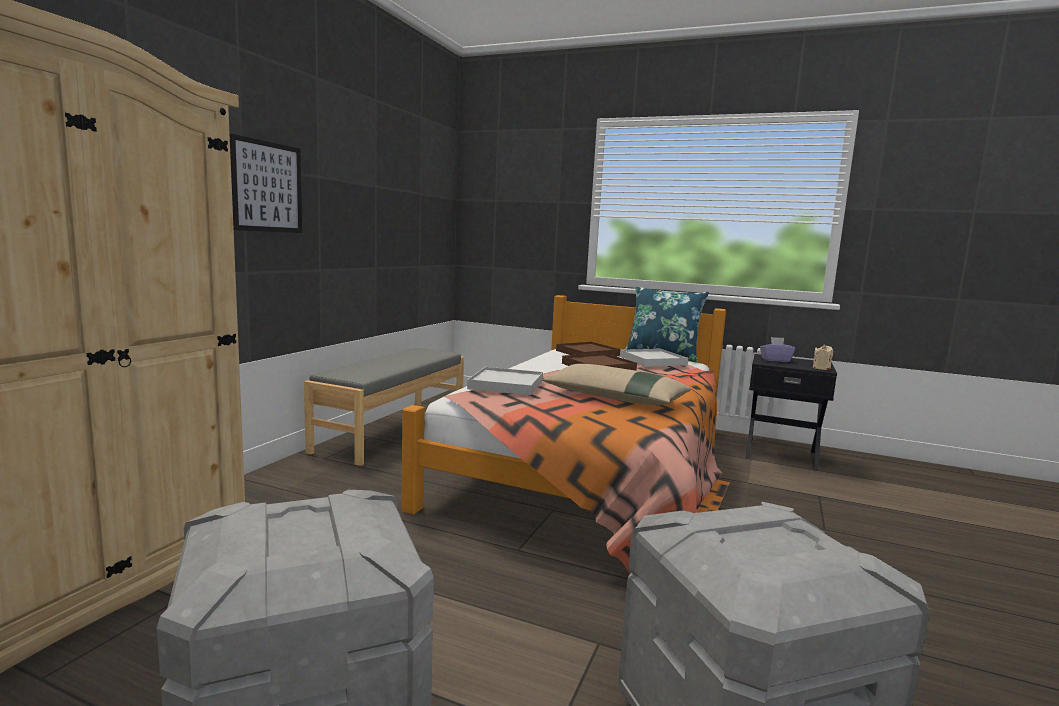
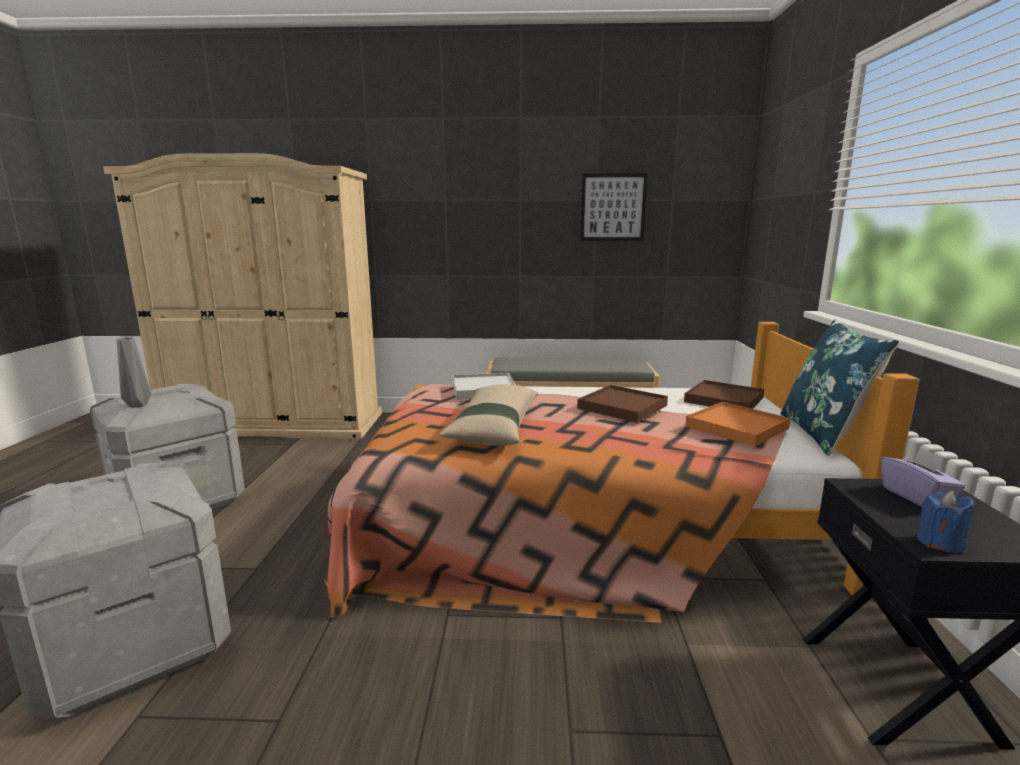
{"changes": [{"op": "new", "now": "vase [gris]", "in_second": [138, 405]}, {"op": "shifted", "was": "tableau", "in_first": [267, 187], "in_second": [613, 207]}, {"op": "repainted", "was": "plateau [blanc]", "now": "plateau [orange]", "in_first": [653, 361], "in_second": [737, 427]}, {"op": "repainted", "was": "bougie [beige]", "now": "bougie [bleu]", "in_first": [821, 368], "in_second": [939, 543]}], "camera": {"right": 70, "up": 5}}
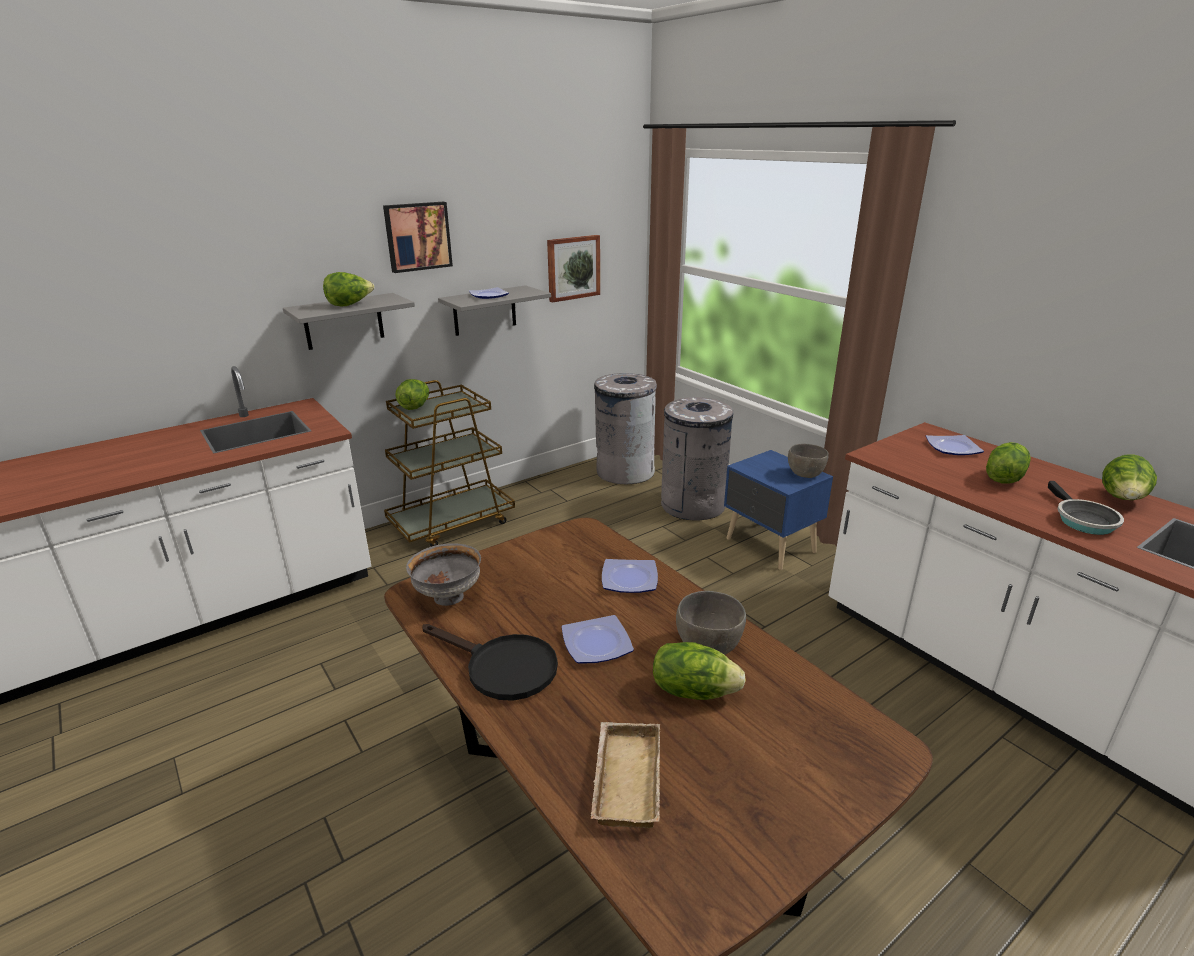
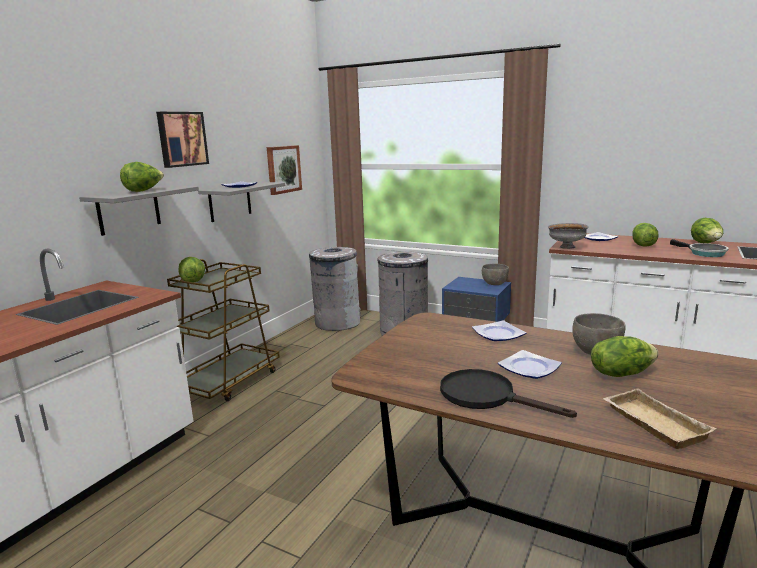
{"changes": [{"op": "shifted", "was": "bol [gris]", "in_first": [447, 597], "in_second": [566, 247]}, {"op": "rotated", "was": "poêle [noir]", "in_first": [501, 667], "in_second": [487, 396], "clockwise": -150}], "camera": {"right": -25, "up": -10}}
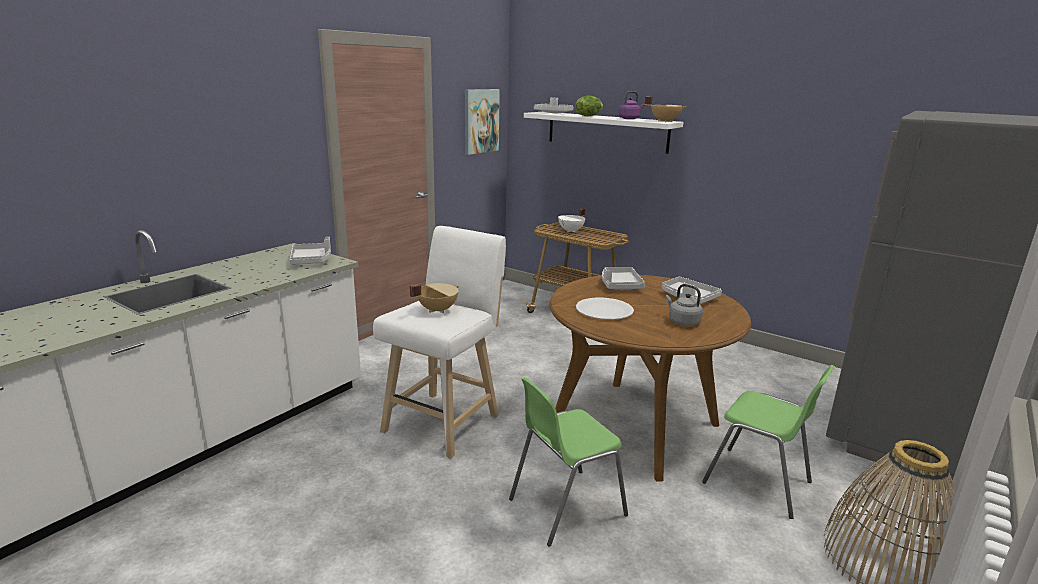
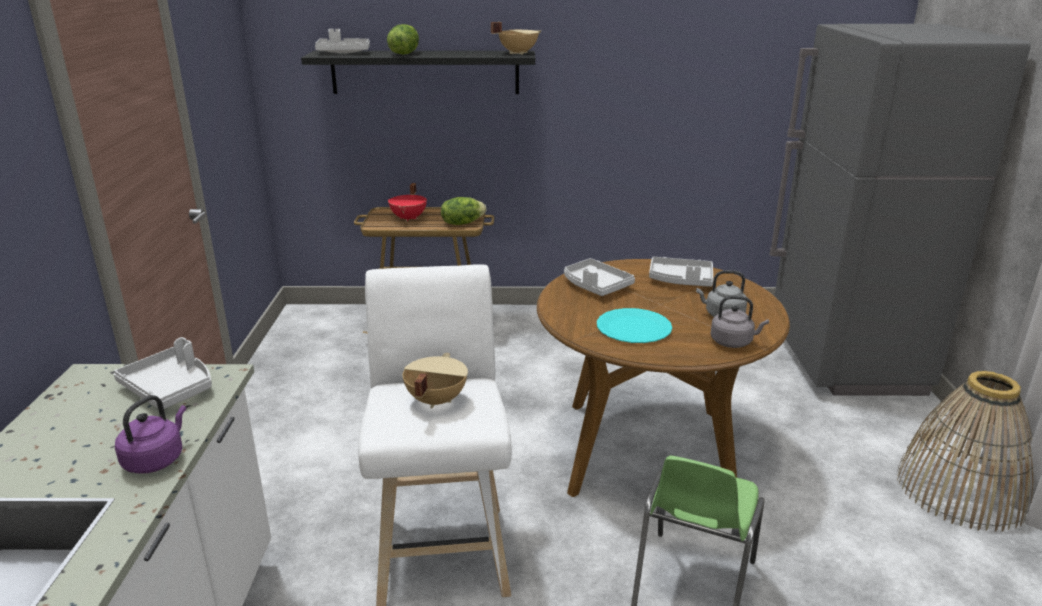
{"changes": [{"op": "gone", "was": "tableau", "in_first": [480, 121]}, {"op": "gone", "was": "chaise [vert]", "in_first": [758, 483]}, {"op": "new", "now": "laitue", "in_second": [462, 223]}, {"op": "new", "now": "bouilloire [gris]", "in_second": [733, 342]}, {"op": "shifted", "was": "bouilloire [violet]", "in_first": [630, 118], "in_second": [156, 459]}, {"op": "repainted", "was": "étagère [blanc]", "now": "étagère [noir]", "in_first": [606, 131], "in_second": [425, 72]}, {"op": "repainted", "was": "marmite [blanc]", "now": "marmite [rouge]", "in_first": [571, 231], "in_second": [409, 218]}, {"op": "repainted", "was": "assiette [blanc]", "now": "assiette [turquoise]", "in_first": [604, 310], "in_second": [633, 328]}], "camera": {"right": -35, "up": 5}}
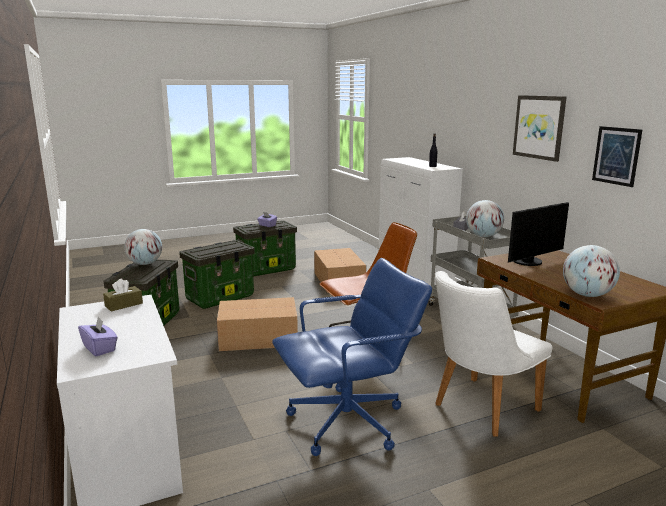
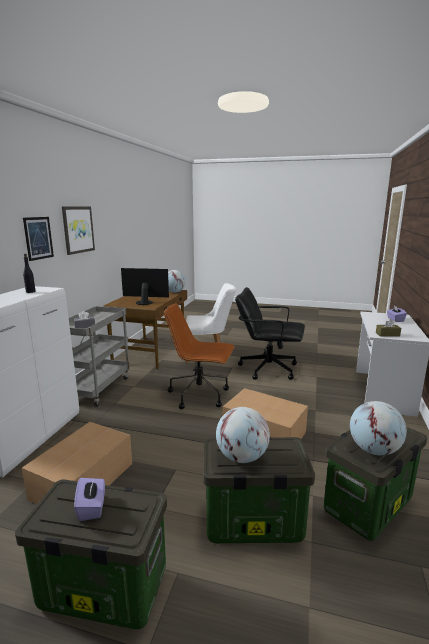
{"changes": [{"op": "shifted", "was": "globe", "in_first": [483, 236], "in_second": [242, 457]}, {"op": "shifted", "was": "tableau", "in_first": [616, 156], "in_second": [38, 238]}, {"op": "repainted", "was": "chaise de bureau [bleu]", "now": "chaise de bureau [noir]", "in_first": [348, 422], "in_second": [267, 368]}], "camera": {"right": -140, "up": 0}}
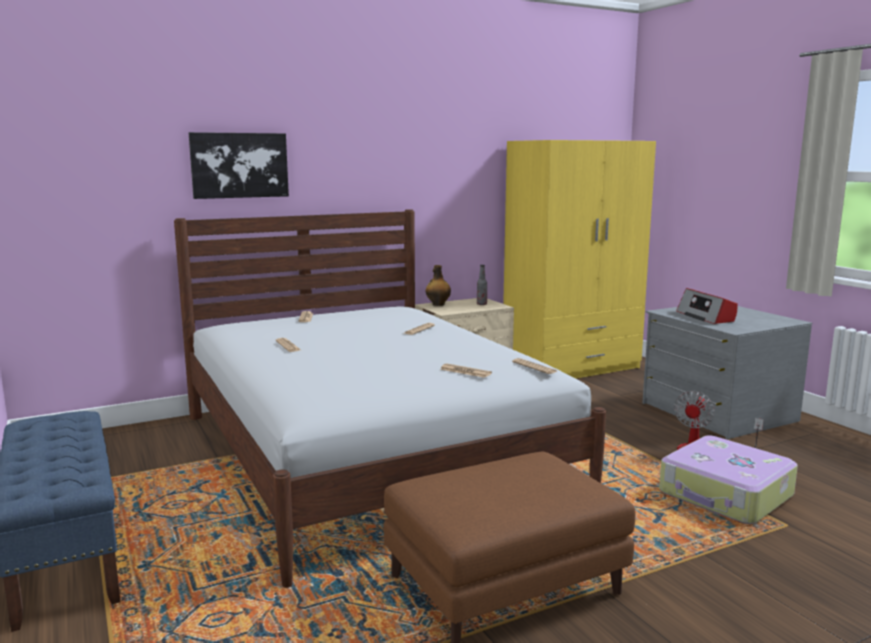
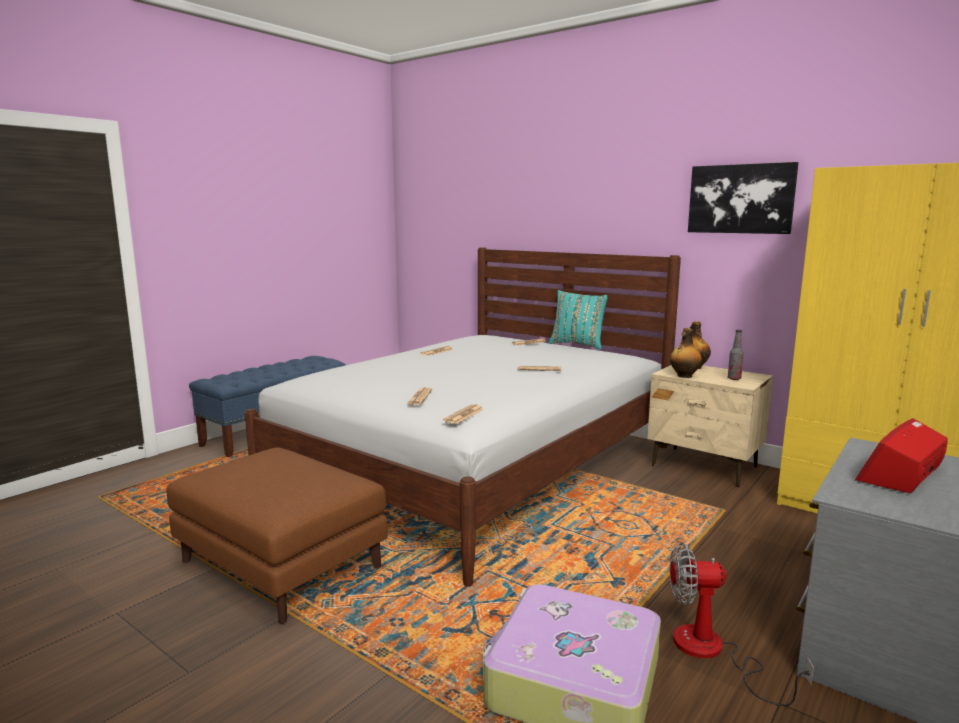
{"changes": [{"op": "new", "now": "coussin [turquoise]", "in_second": [578, 345]}, {"op": "new", "now": "bouteille", "in_second": [684, 376]}, {"op": "shifted", "was": "tableau", "in_first": [239, 165], "in_second": [741, 199]}], "camera": {"right": 65, "up": 0}}
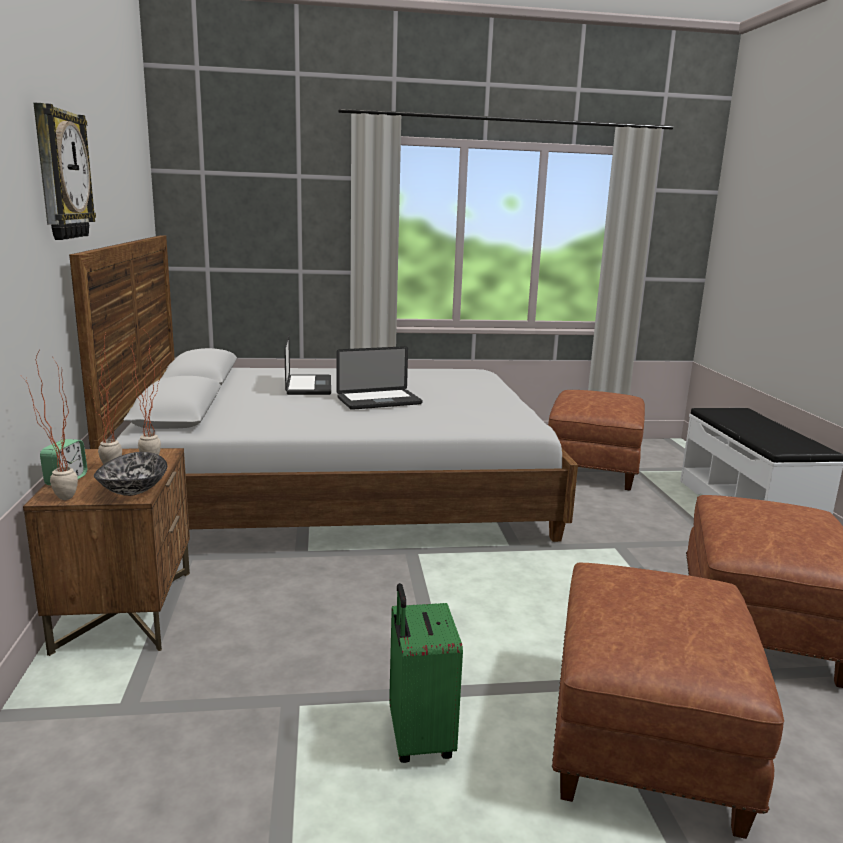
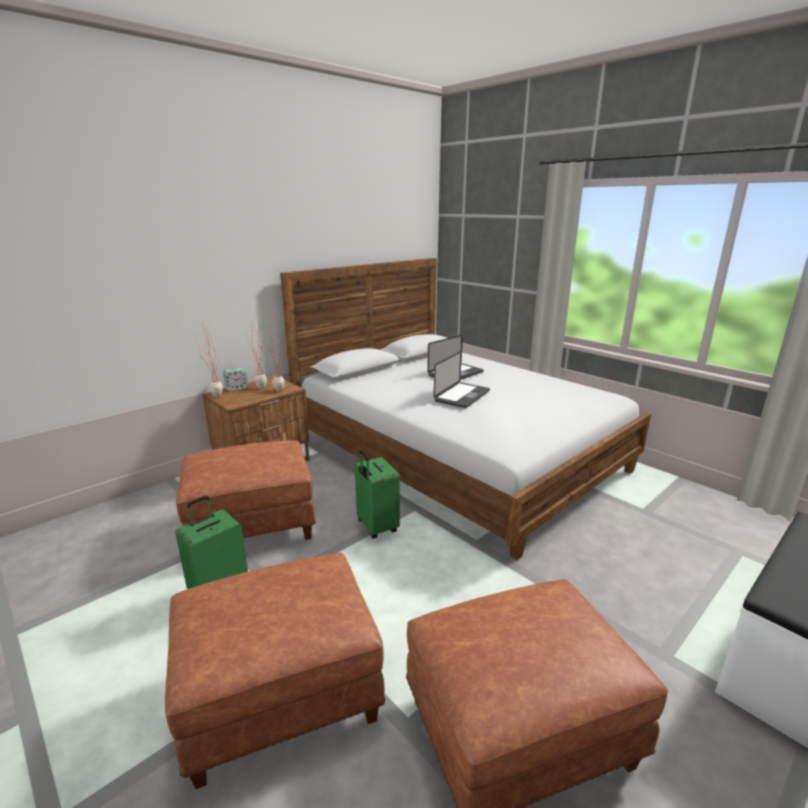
{"changes": [{"op": "gone", "was": "horloge murale", "in_first": [60, 175]}, {"op": "gone", "was": "bol", "in_first": [134, 490]}, {"op": "new", "now": "valise [vert]", "in_second": [376, 527]}, {"op": "shifted", "was": "pouf [marron]", "in_first": [593, 468], "in_second": [251, 526]}, {"op": "rotated", "was": "ordinateur portable", "in_first": [379, 401], "in_second": [462, 396], "clockwise": -90}], "camera": {"right": 55, "up": 5}}
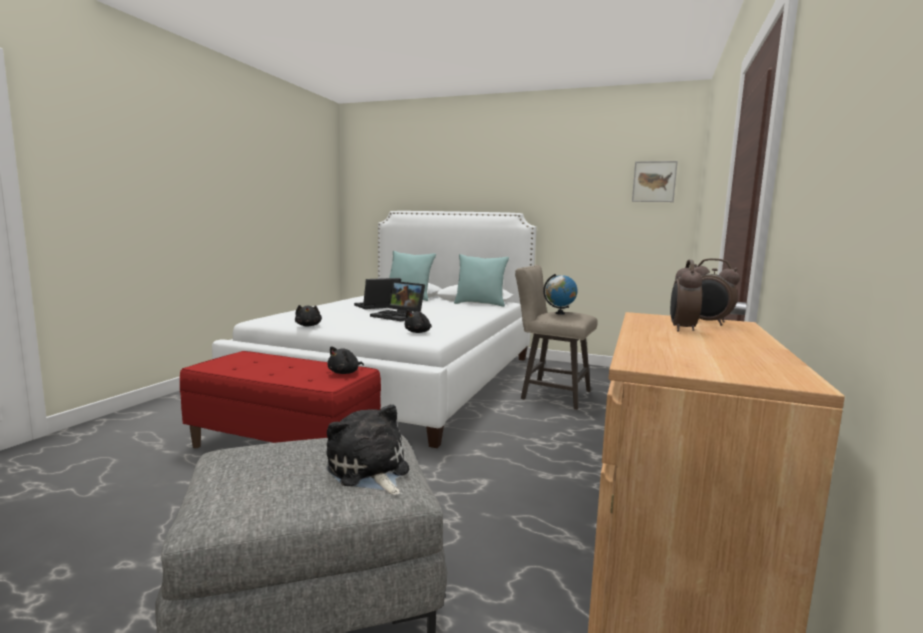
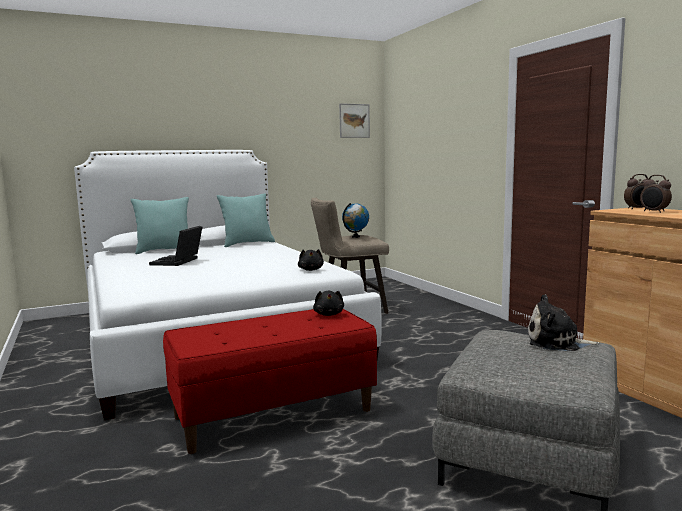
{"changes": [{"op": "gone", "was": "peluche [noir]", "in_first": [308, 325]}, {"op": "gone", "was": "ordinateur portable", "in_first": [399, 316]}], "camera": {"right": -45, "up": 0}}
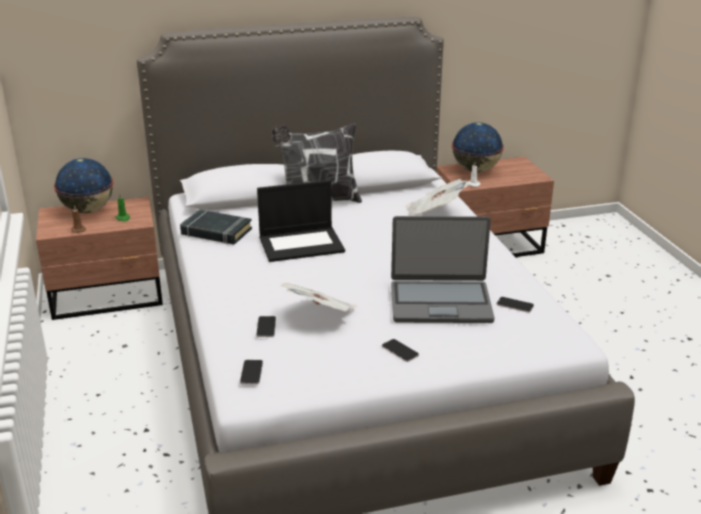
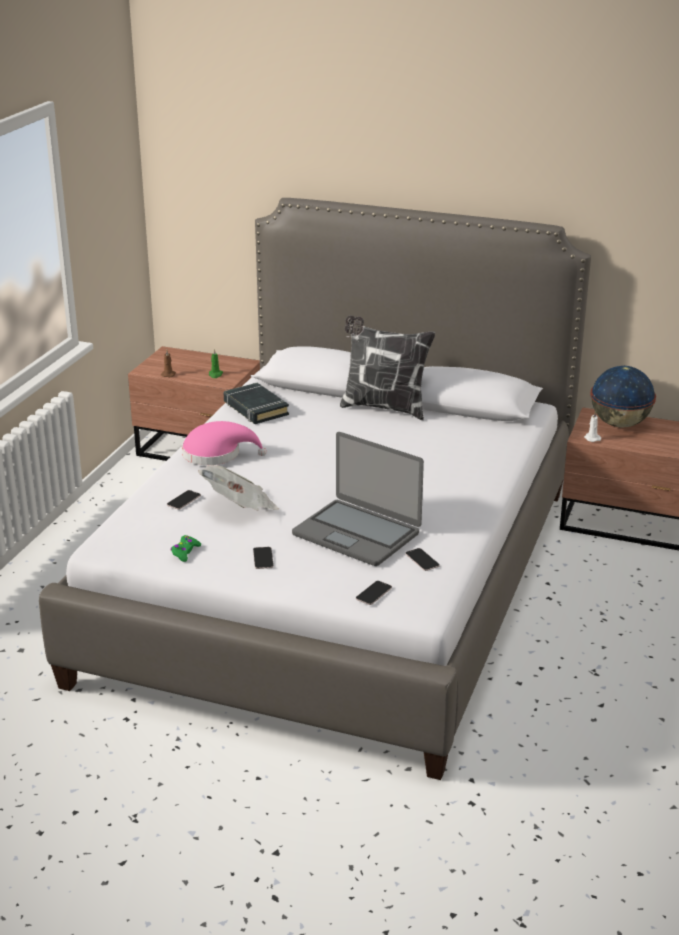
{"changes": [{"op": "gone", "was": "globe", "in_first": [88, 210]}, {"op": "gone", "was": "ordinateur portable", "in_first": [302, 244]}, {"op": "gone", "was": "journal", "in_first": [434, 212]}, {"op": "new", "now": "manette [vert]", "in_second": [185, 552]}, {"op": "new", "now": "chapeau [rose]", "in_second": [216, 454]}, {"op": "shifted", "was": "téléphone", "in_first": [251, 372], "in_second": [373, 593]}], "camera": {"right": 35, "up": 0}}
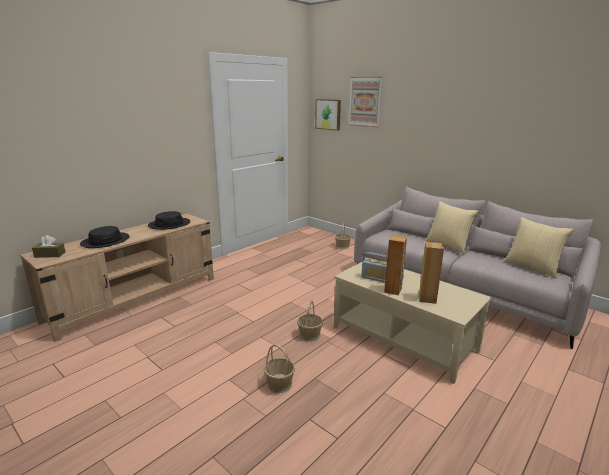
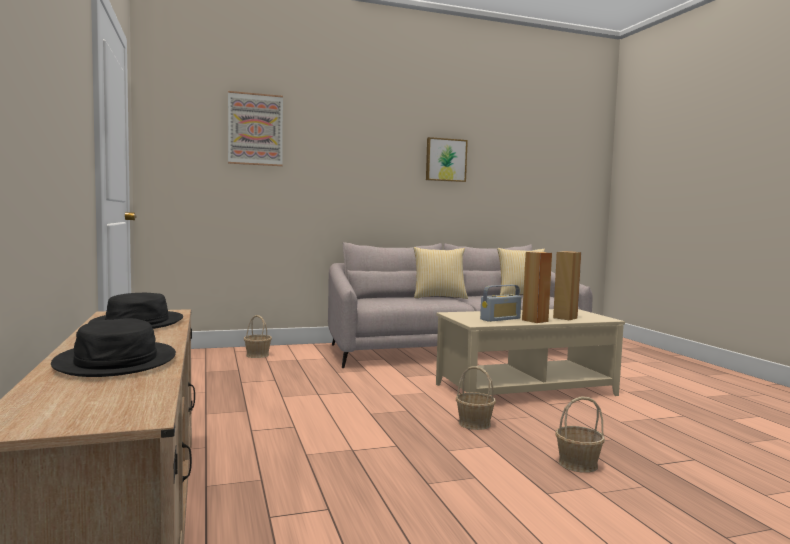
{"changes": [{"op": "gone", "was": "boîte à mouchoirs [marron]", "in_first": [50, 255]}, {"op": "shifted", "was": "tableau", "in_first": [328, 114], "in_second": [445, 160]}], "camera": {"right": -60, "up": -15}}
